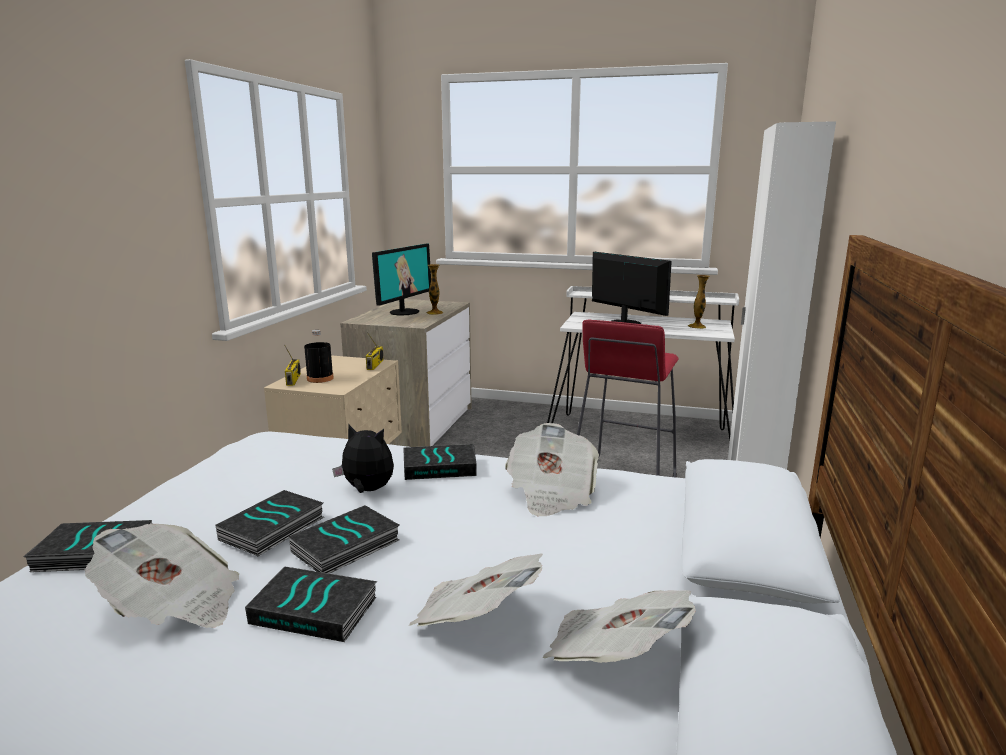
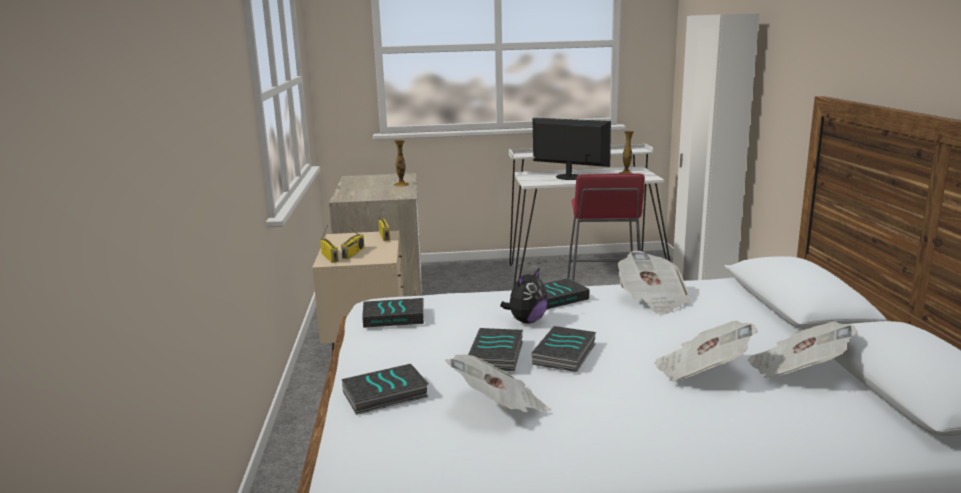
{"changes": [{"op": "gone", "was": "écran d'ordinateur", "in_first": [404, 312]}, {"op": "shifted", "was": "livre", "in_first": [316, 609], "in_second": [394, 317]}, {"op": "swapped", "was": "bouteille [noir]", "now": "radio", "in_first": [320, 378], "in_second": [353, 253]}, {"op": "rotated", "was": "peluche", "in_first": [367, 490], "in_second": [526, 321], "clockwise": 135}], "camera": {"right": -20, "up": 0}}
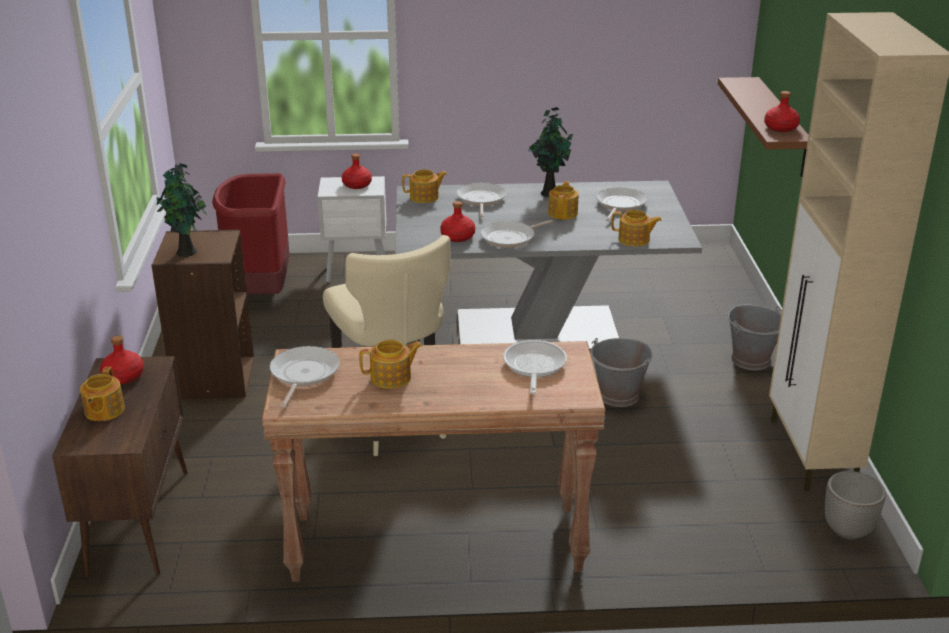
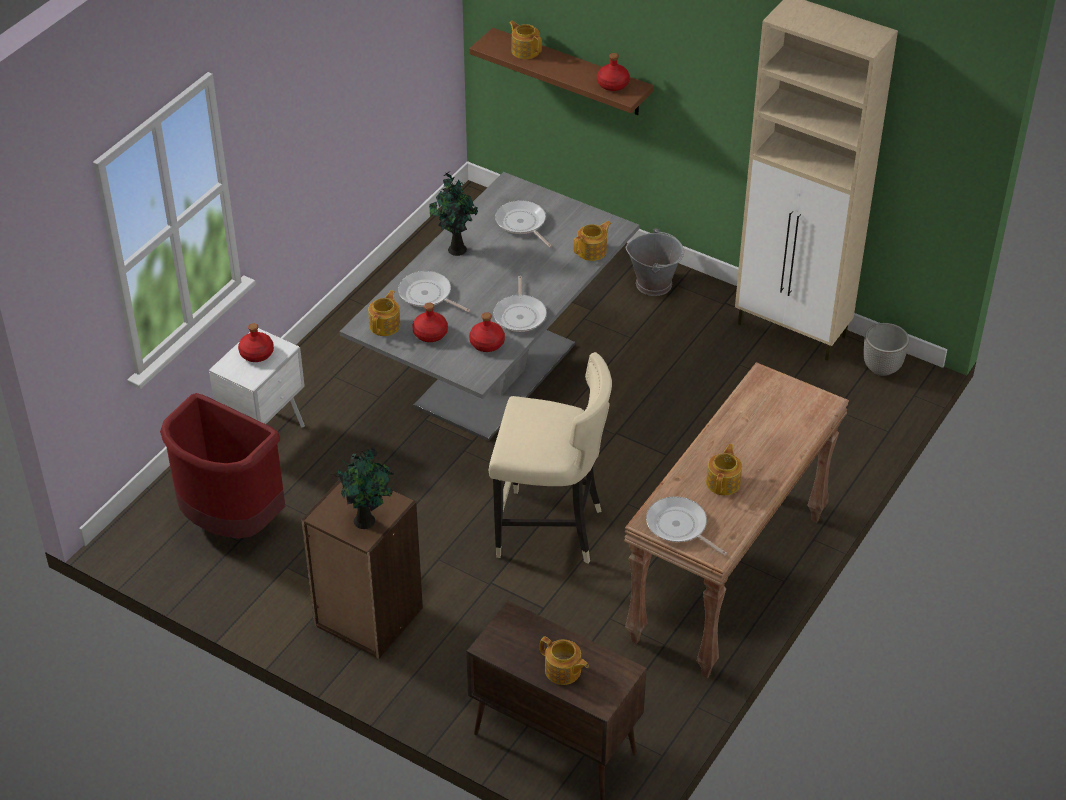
{"changes": [{"op": "gone", "was": "poêle", "in_first": [533, 367]}, {"op": "gone", "was": "seau [gris]", "in_first": [618, 396]}, {"op": "shifted", "was": "bouteille [rouge]", "in_first": [123, 376], "in_second": [430, 334]}, {"op": "shifted", "was": "théière", "in_first": [563, 213], "in_second": [525, 50]}], "camera": {"right": -55, "up": 15}}
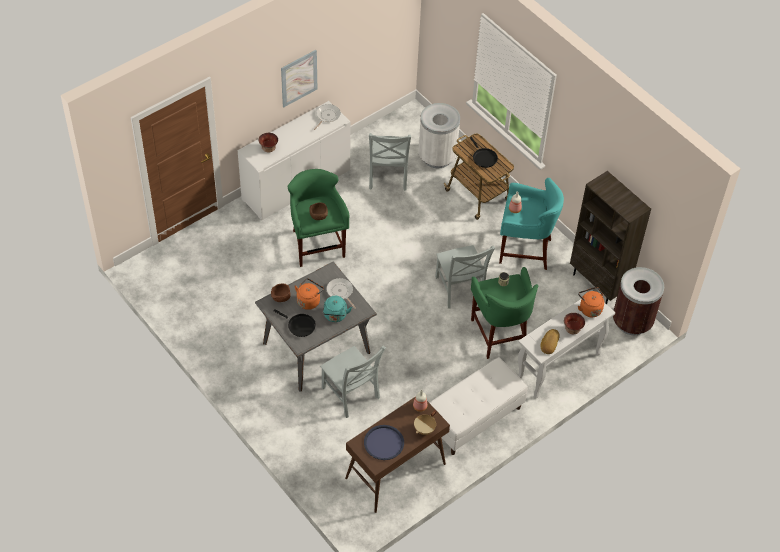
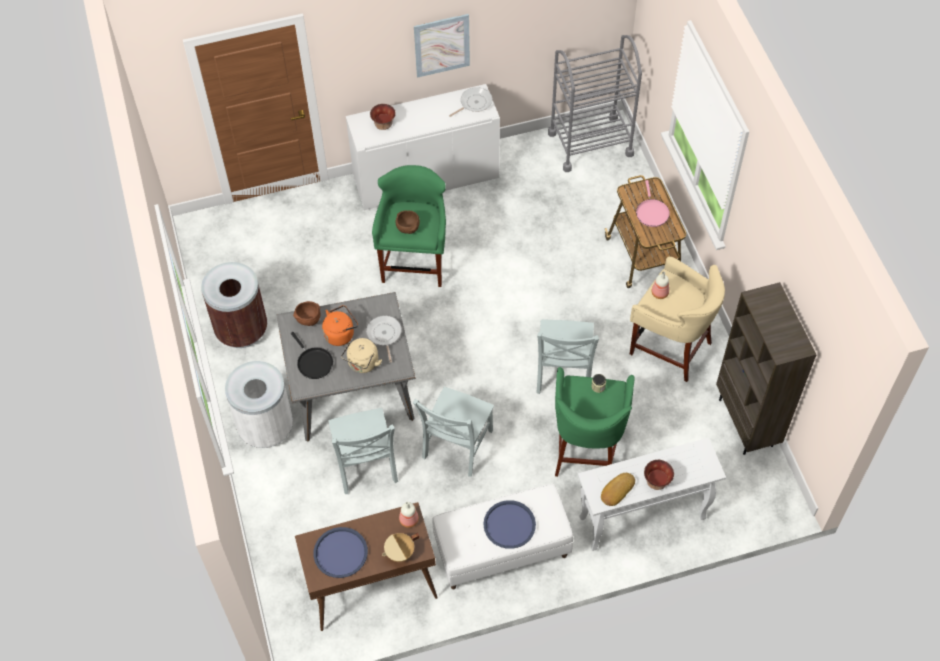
{"changes": [{"op": "gone", "was": "bouilloire [orange]", "in_first": [589, 308]}, {"op": "new", "now": "plateau [bleu]", "in_second": [509, 525]}, {"op": "new", "now": "chariot [gris]", "in_second": [590, 143]}, {"op": "shifted", "was": "chaise [gris]", "in_first": [387, 176], "in_second": [456, 446]}, {"op": "shifted", "was": "poubelle [blanc]", "in_first": [437, 157], "in_second": [266, 428]}, {"op": "shifted", "was": "poubelle [marron]", "in_first": [632, 321], "in_second": [241, 329]}, {"op": "repainted", "was": "bouilloire [turquoise]", "now": "bouilloire [beige]", "in_first": [335, 316], "in_second": [362, 364]}, {"op": "repainted", "was": "poêle [noir]", "now": "poêle [rose]", "in_first": [483, 158], "in_second": [651, 212]}, {"op": "repainted", "was": "tabouret [turquoise]", "now": "tabouret [beige]", "in_first": [524, 249], "in_second": [670, 346]}], "camera": {"right": 25, "up": 5}}
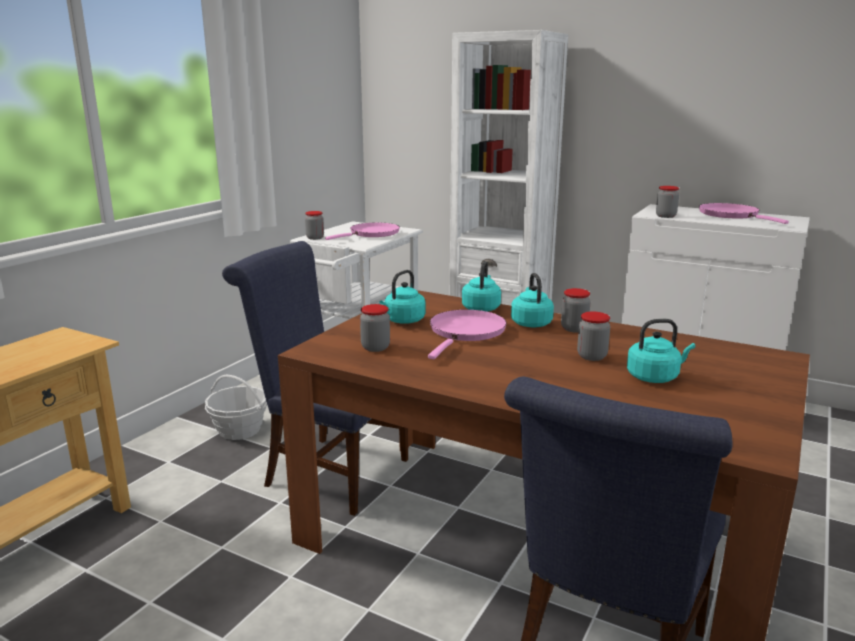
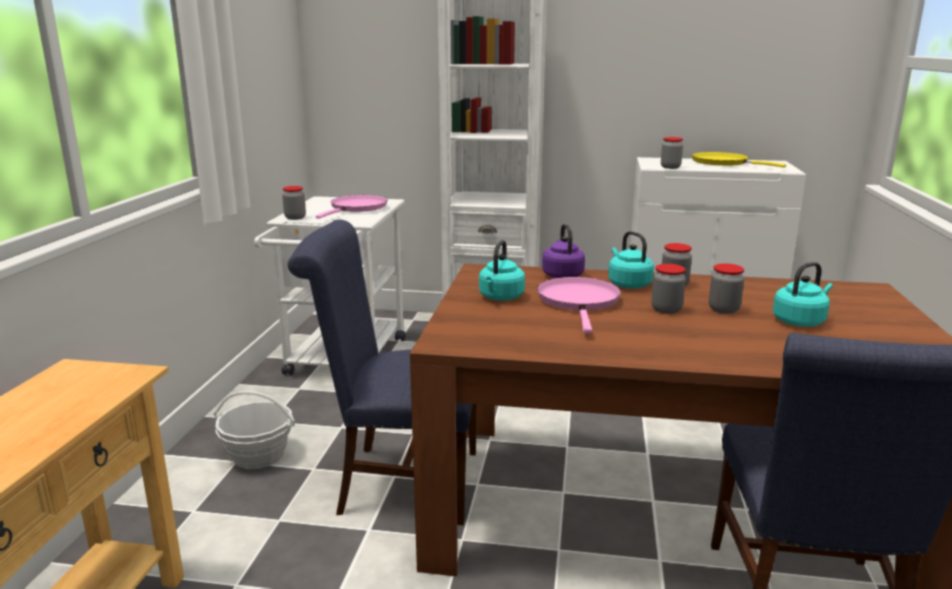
{"changes": [{"op": "shifted", "was": "bocal", "in_first": [375, 347], "in_second": [666, 309]}, {"op": "repainted", "was": "bouilloire [turquoise]", "now": "bouilloire [violet]", "in_first": [481, 308], "in_second": [562, 275]}, {"op": "repainted", "was": "poêle [rose]", "now": "poêle [jaune]", "in_first": [731, 215], "in_second": [723, 163]}], "camera": {"right": -20, "up": 0}}
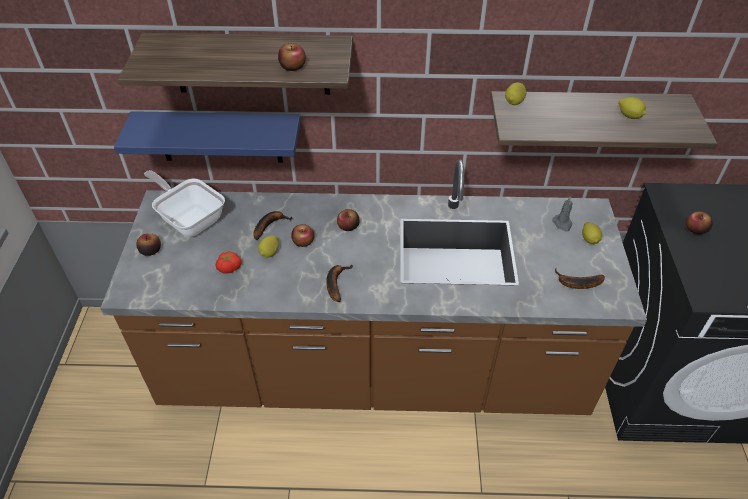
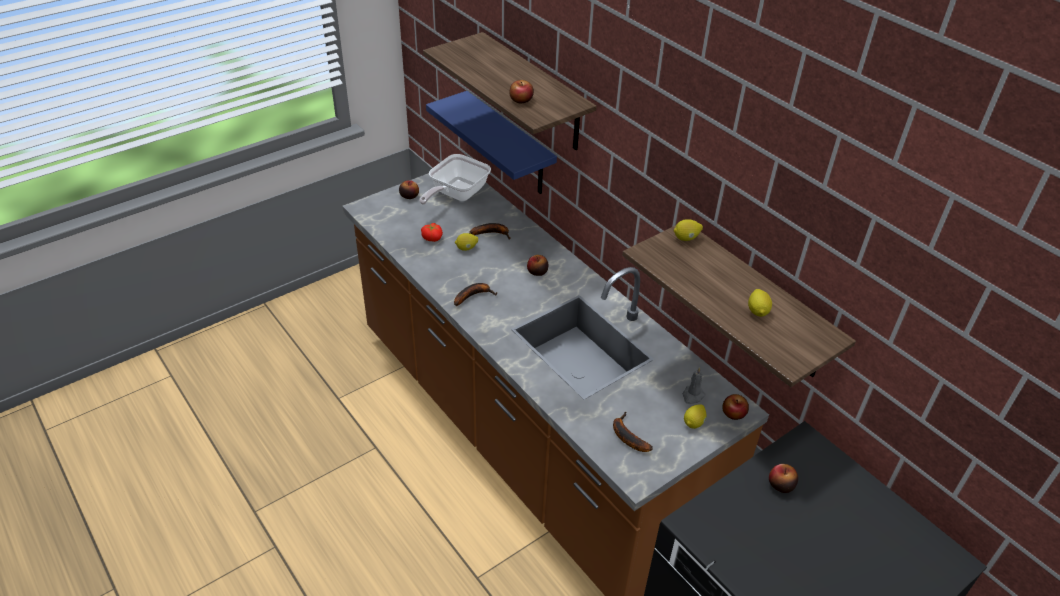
{"changes": [{"op": "shifted", "was": "pomme", "in_first": [303, 241], "in_second": [733, 413]}, {"op": "rotated", "was": "poêle", "in_first": [190, 219], "in_second": [456, 195], "clockwise": -150}], "camera": {"right": 50, "up": -5}}
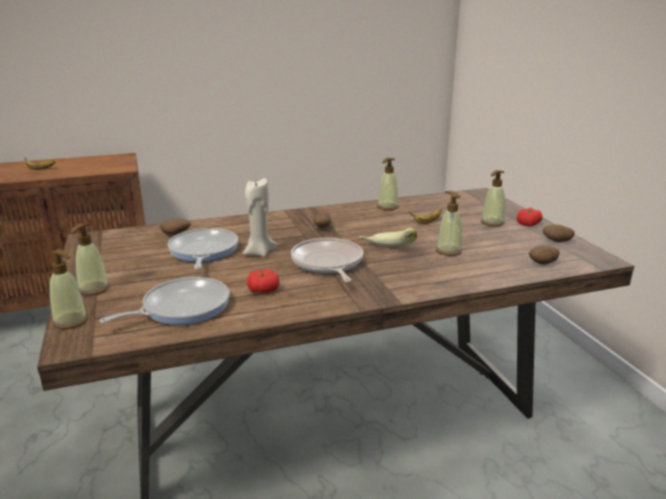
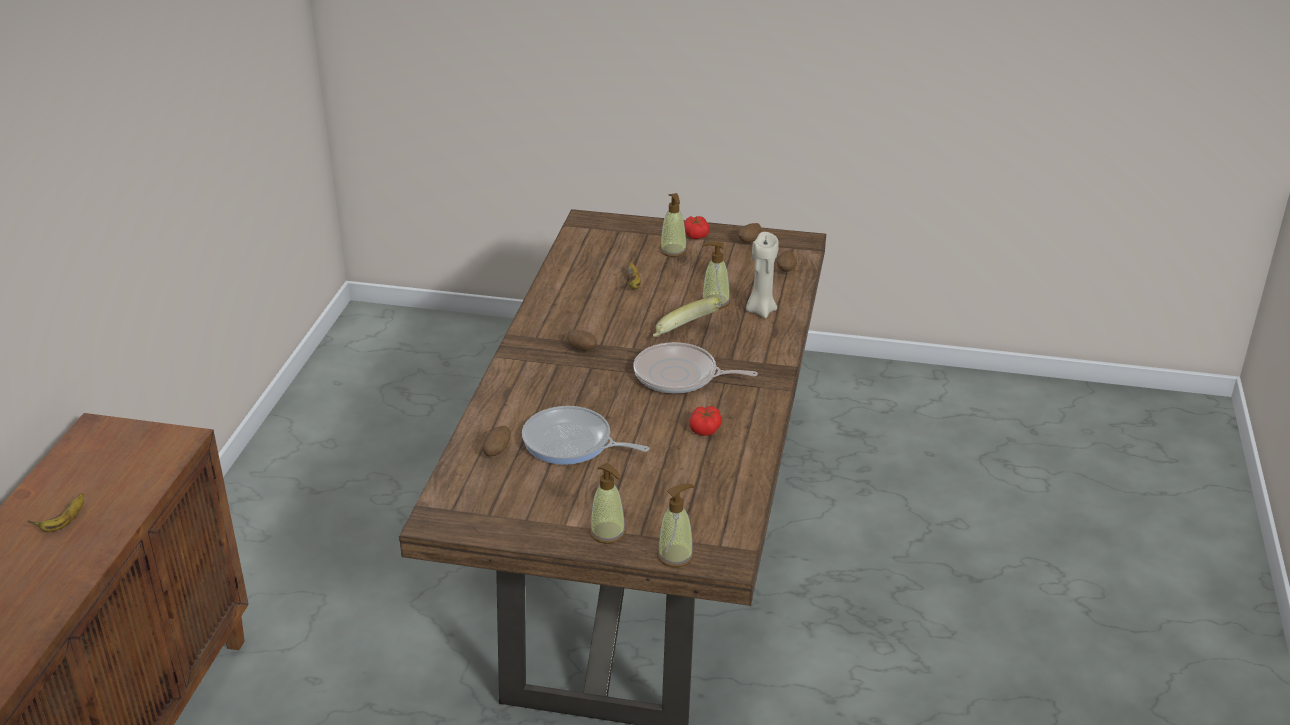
{"changes": [{"op": "gone", "was": "poêle", "in_first": [181, 308]}, {"op": "gone", "was": "distributeur de savon", "in_first": [387, 207]}, {"op": "shifted", "was": "bougie [beige]", "in_first": [259, 252], "in_second": [760, 310]}], "camera": {"right": -60, "up": 10}}
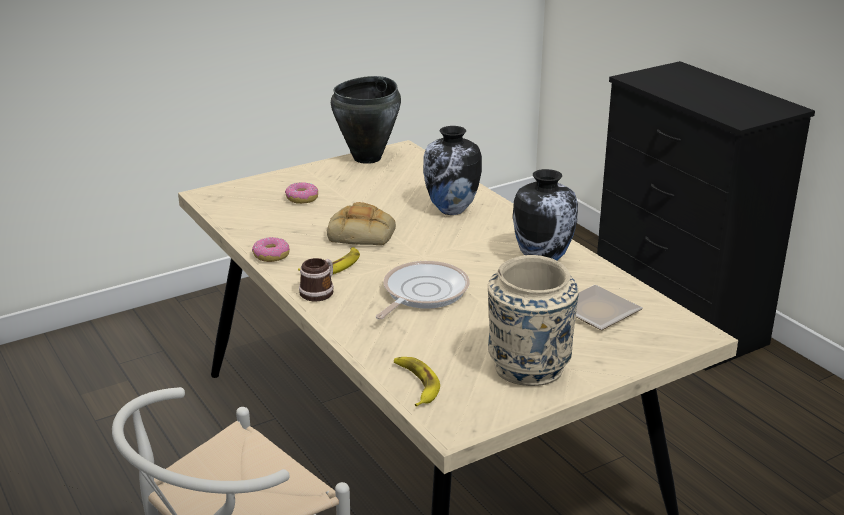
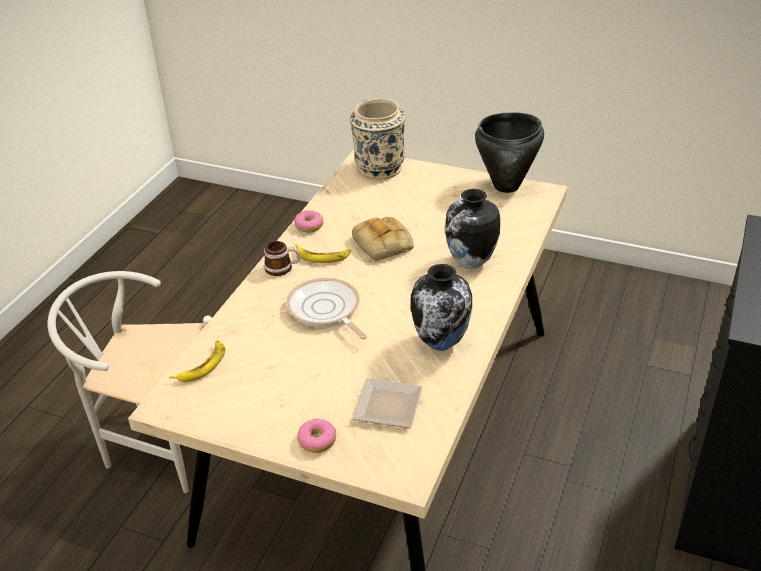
{"changes": [{"op": "shifted", "was": "beignet", "in_first": [302, 198], "in_second": [317, 440]}, {"op": "shifted", "was": "vase [beige]", "in_first": [528, 368], "in_second": [379, 169]}, {"op": "rotated", "was": "poêle", "in_first": [422, 293], "in_second": [325, 310], "clockwise": -120}], "camera": {"right": 55, "up": 10}}
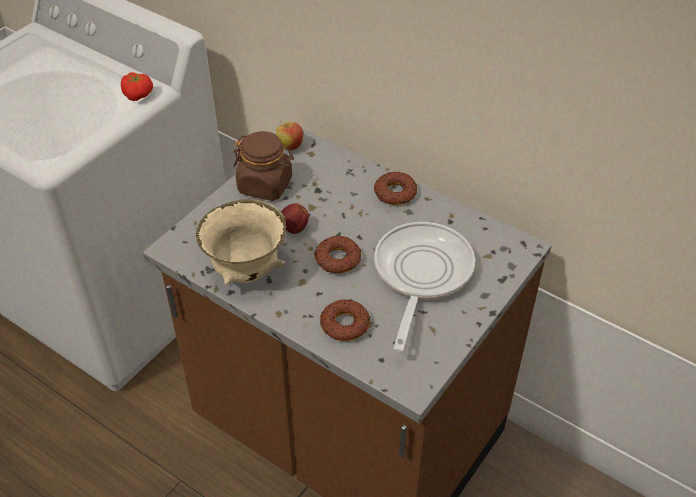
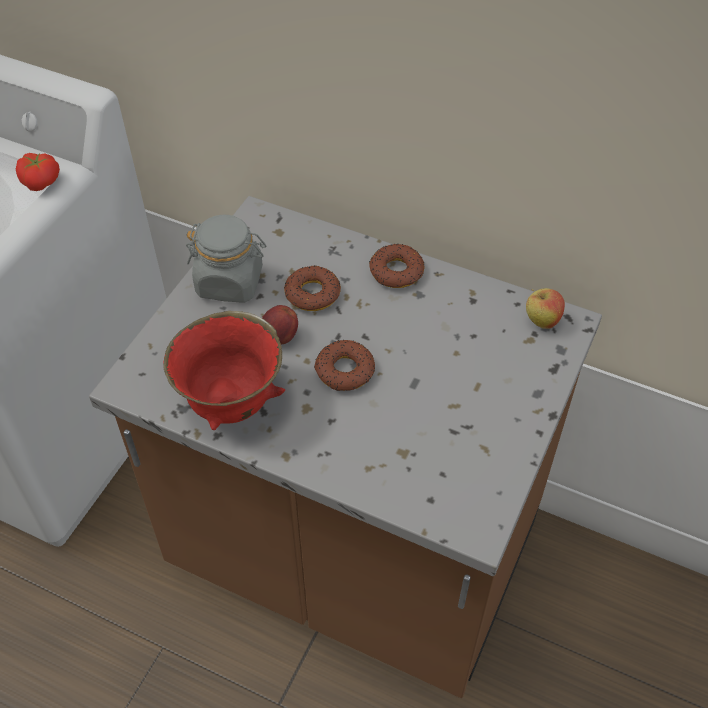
{"changes": [{"op": "gone", "was": "poêle", "in_first": [420, 275]}, {"op": "shifted", "was": "pomme", "in_first": [290, 146], "in_second": [541, 321]}, {"op": "shifted", "was": "beignet", "in_first": [345, 324], "in_second": [312, 293]}, {"op": "repainted", "was": "bol [beige]", "now": "bol [rouge]", "in_first": [247, 271], "in_second": [232, 404]}, {"op": "repainted", "was": "bocal [marron]", "now": "bocal [gris]", "in_first": [265, 185], "in_second": [230, 282]}], "camera": {"right": -10, "up": 5}}
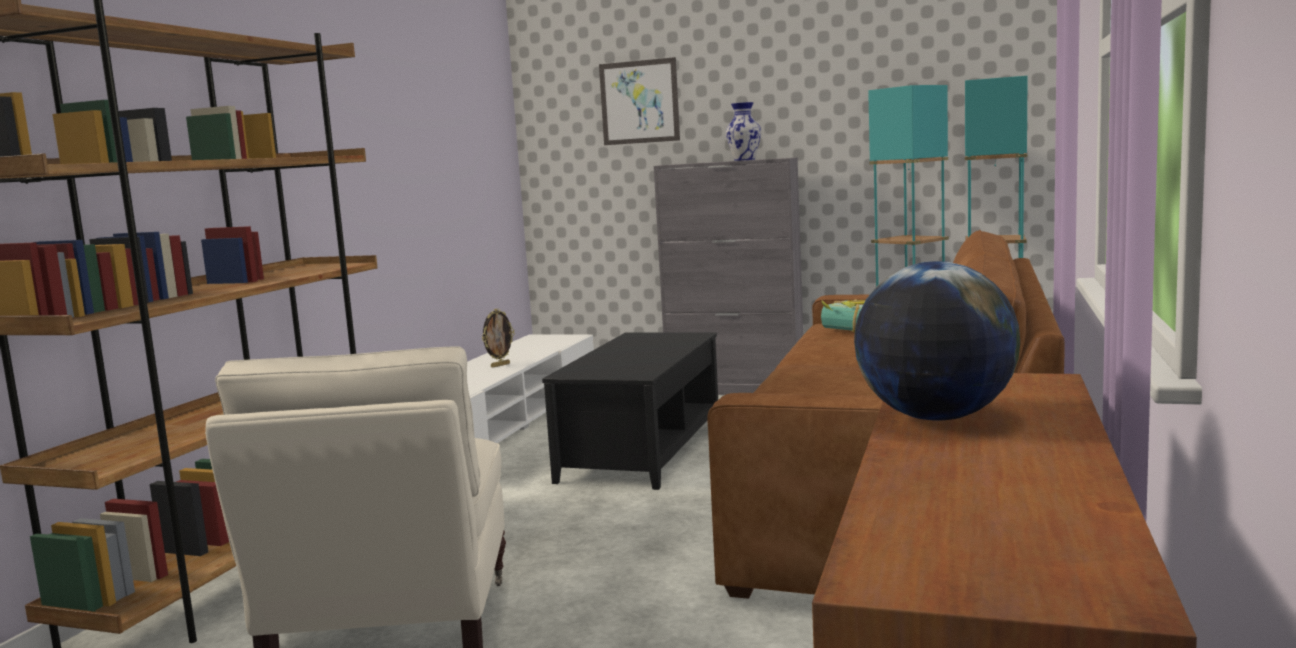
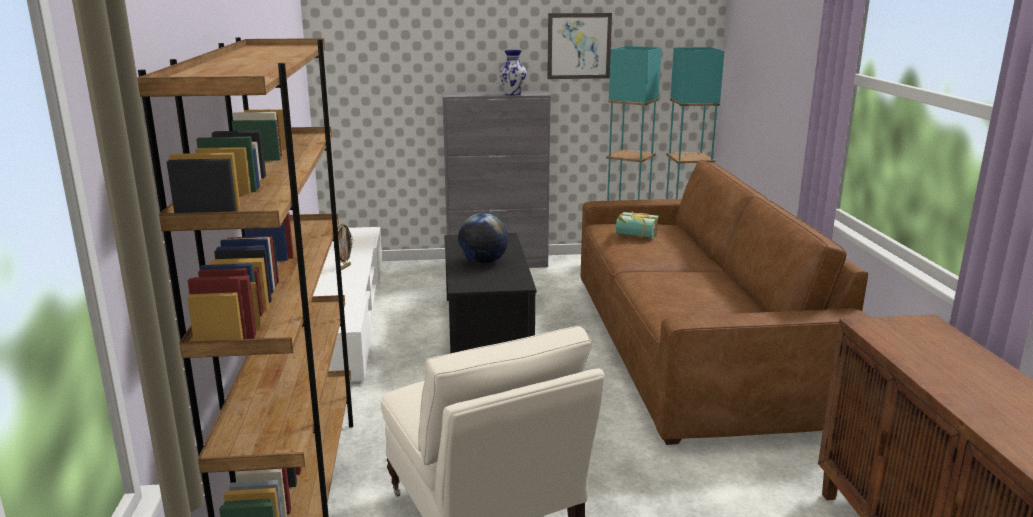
{"changes": [{"op": "shifted", "was": "tableau", "in_first": [639, 102], "in_second": [579, 46]}, {"op": "shifted", "was": "globe", "in_first": [935, 418], "in_second": [483, 262]}], "camera": {"right": -25, "up": 10}}
